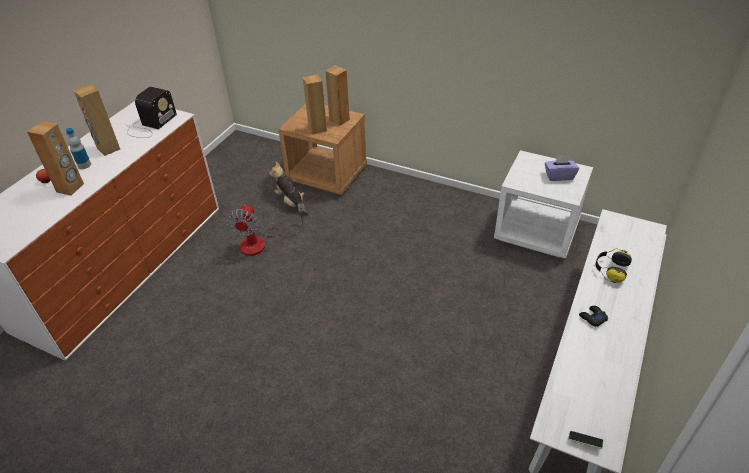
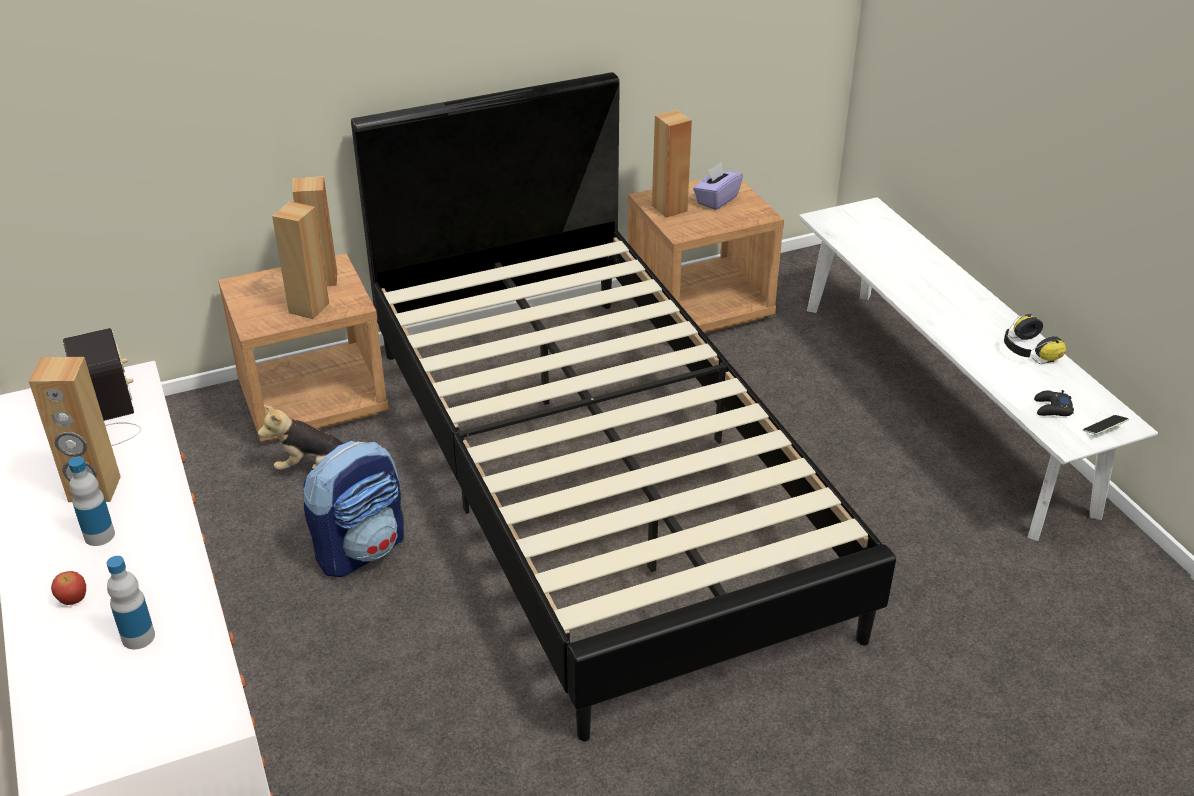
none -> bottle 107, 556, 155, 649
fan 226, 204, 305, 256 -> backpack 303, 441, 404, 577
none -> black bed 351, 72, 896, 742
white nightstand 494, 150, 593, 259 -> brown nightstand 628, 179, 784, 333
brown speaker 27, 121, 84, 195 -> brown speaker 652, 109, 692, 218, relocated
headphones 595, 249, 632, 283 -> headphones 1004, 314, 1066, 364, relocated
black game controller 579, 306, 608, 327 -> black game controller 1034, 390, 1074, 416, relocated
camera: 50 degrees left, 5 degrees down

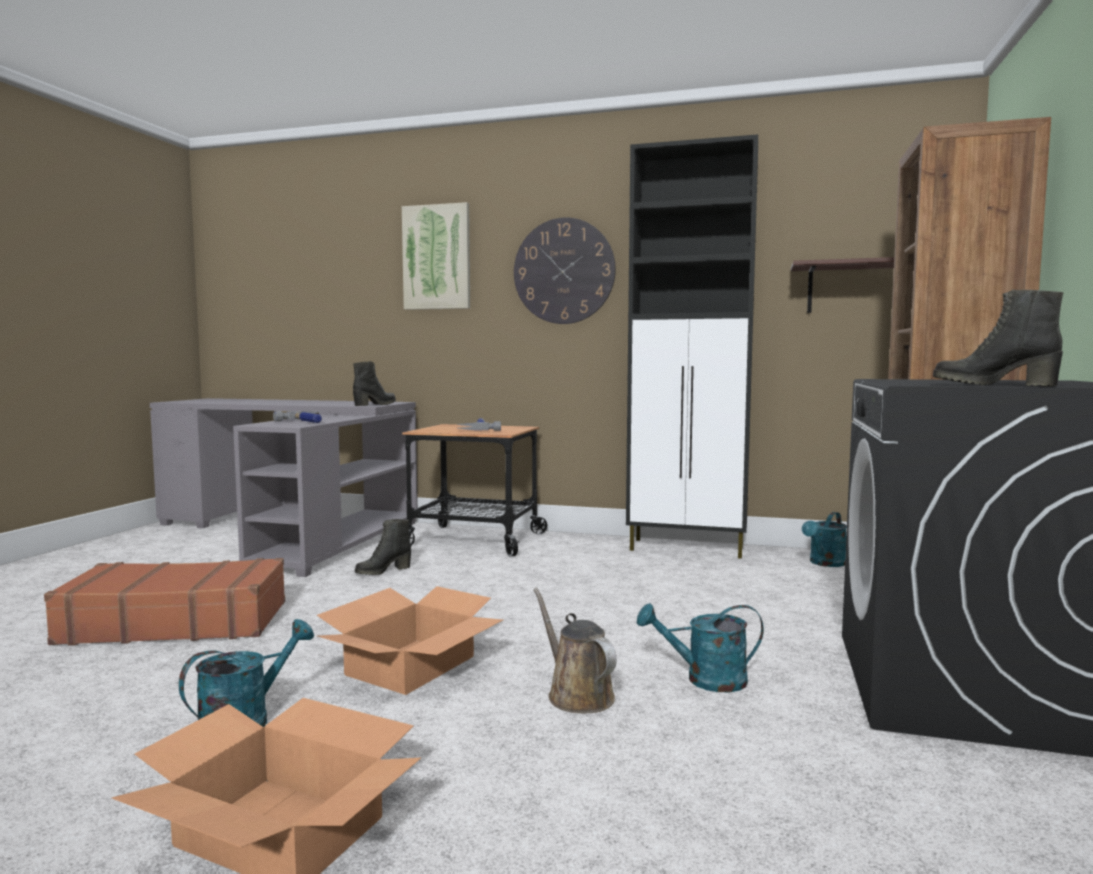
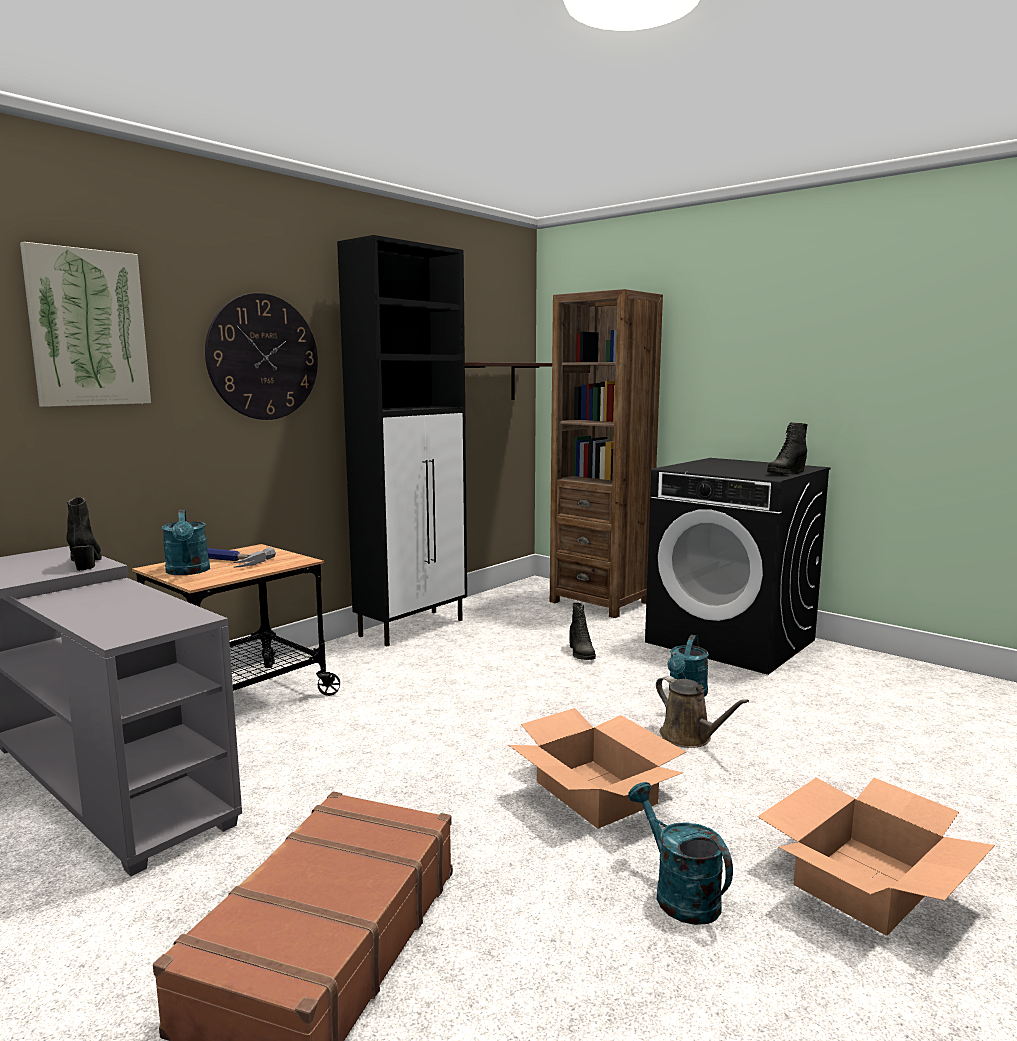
turquoise watering can 802, 512, 847, 567 -> turquoise watering can 162, 509, 210, 575, relocated
black boot 355, 519, 411, 575 -> black boot 570, 602, 596, 660, relocated
brown watering can 533, 588, 617, 713 -> brown watering can 656, 676, 749, 748, 120 degrees counterclockwise
hammer 273, 411, 322, 423 -> none
camera: 65 degrees left, 5 degrees up

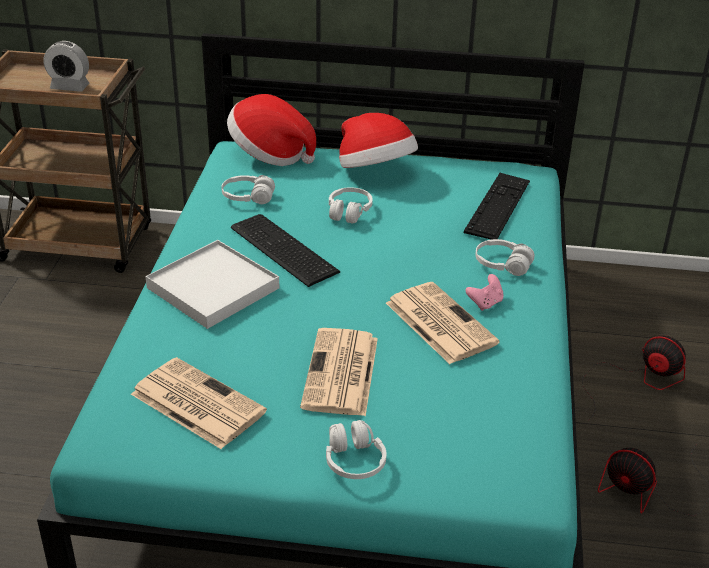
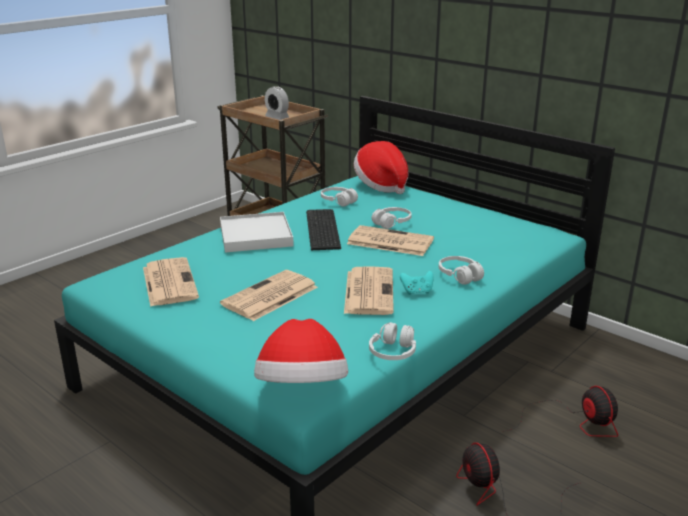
hat 339, 113, 418, 168 -> hat 254, 319, 348, 383, relocated
none -> newspaper 347, 225, 434, 256
white headphones 326, 420, 386, 479 -> white headphones 369, 322, 416, 360, relocated
pink game controller 465, 274, 504, 311 -> turquoise game controller 400, 271, 434, 295
keyboard 464, 173, 530, 240 -> none
camera: 35 degrees right, 10 degrees down

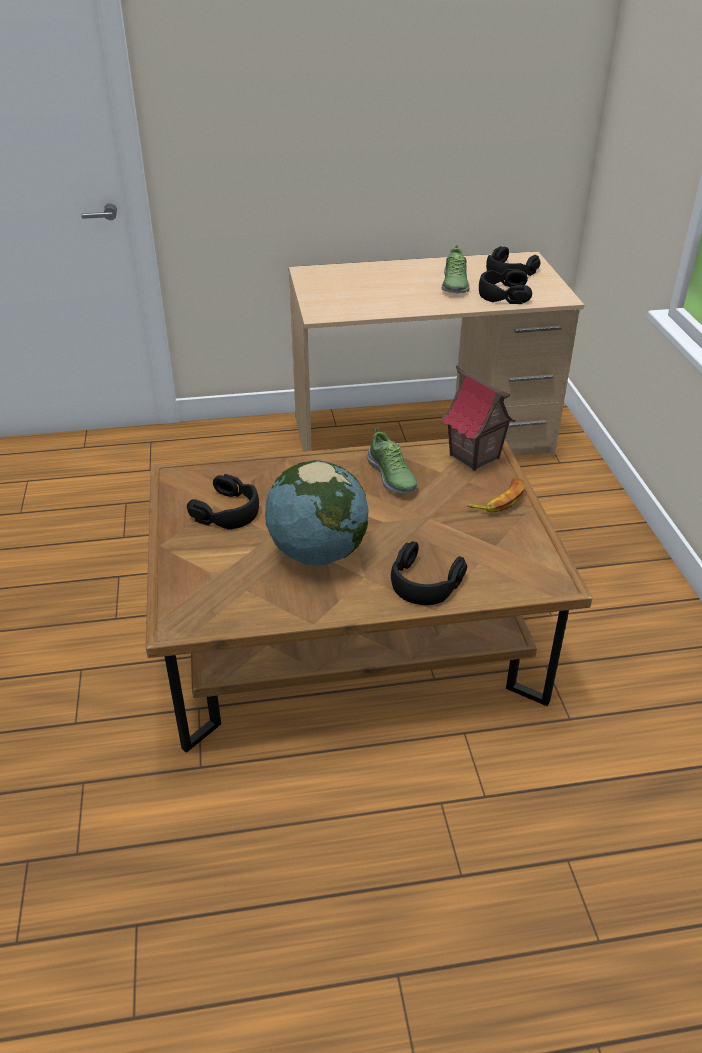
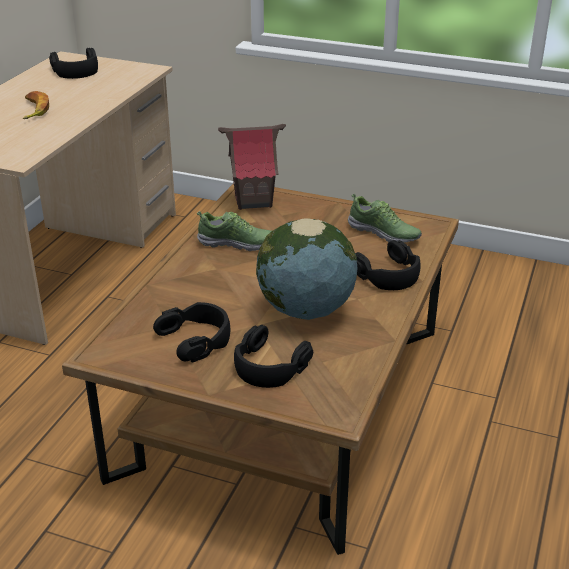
banana 467, 478, 525, 512 -> banana 23, 91, 49, 119, relocated
black headphones 479, 269, 532, 304 -> black headphones 234, 325, 313, 388, relocated
shoe 442, 245, 470, 294 -> shoe 348, 194, 422, 243, relocated
camera: 60 degrees left, 5 degrees down

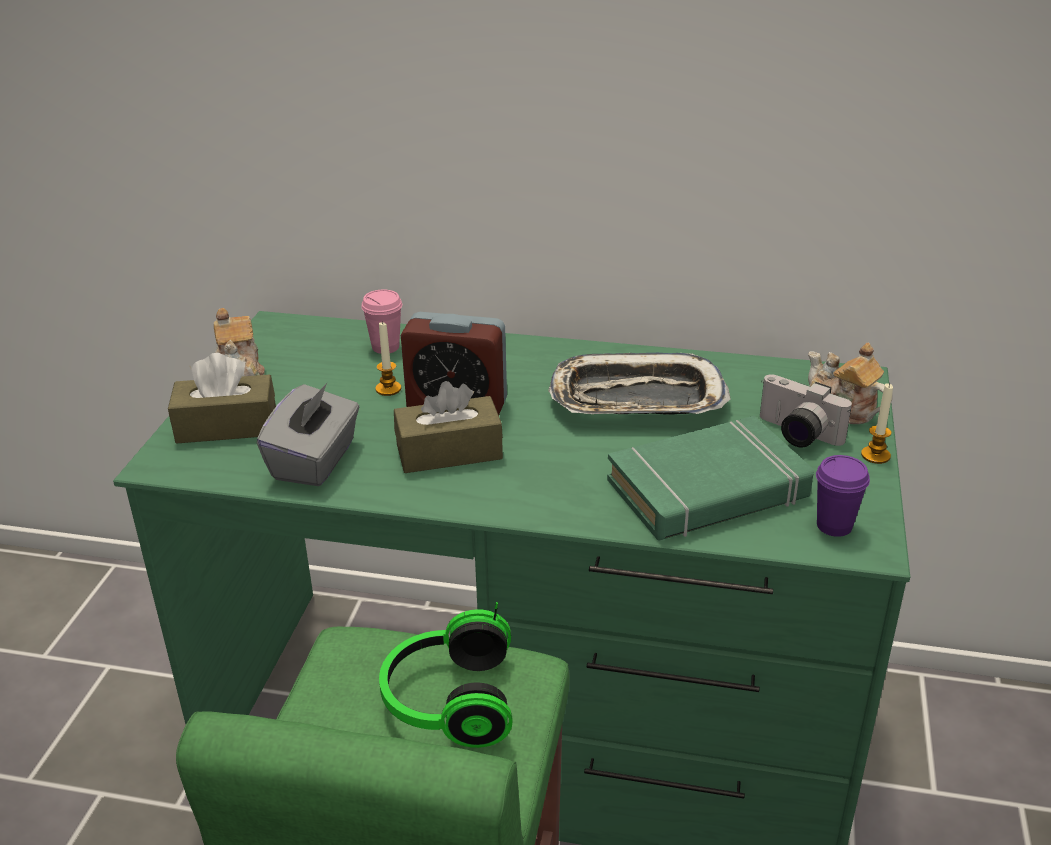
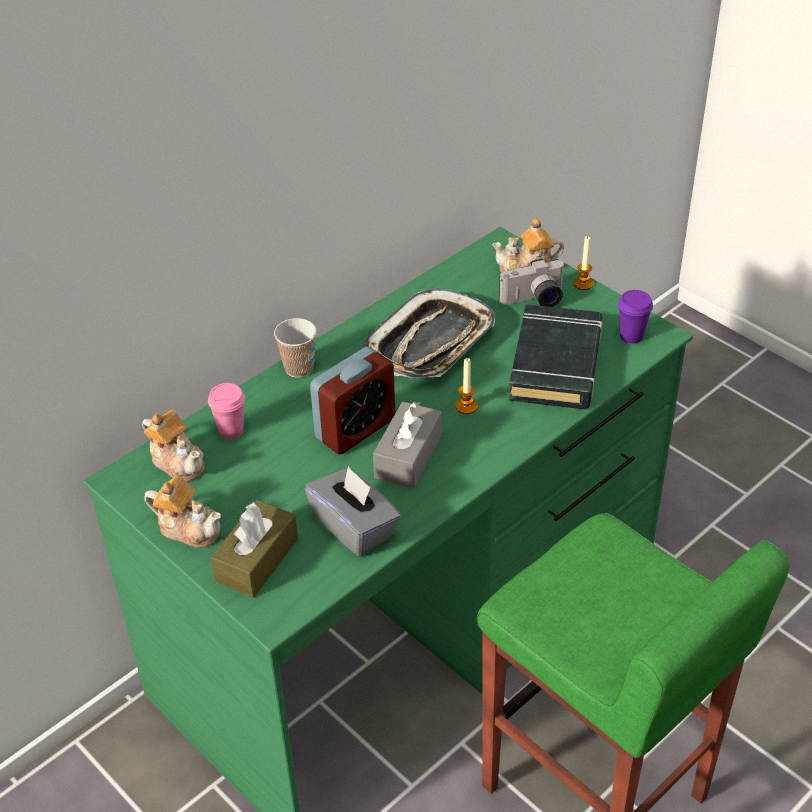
none -> teapot 142, 410, 205, 482
none -> cup 274, 318, 317, 378
brown tissue box 394, 381, 503, 473 -> grey tissue box 373, 401, 442, 488
candle 375, 321, 401, 396 -> candle 456, 358, 477, 414, relocated
green book 607, 416, 814, 540 -> black book 509, 304, 603, 409
headphones 379, 602, 512, 748 -> none
camera: 55 degrees left, 10 degrees up

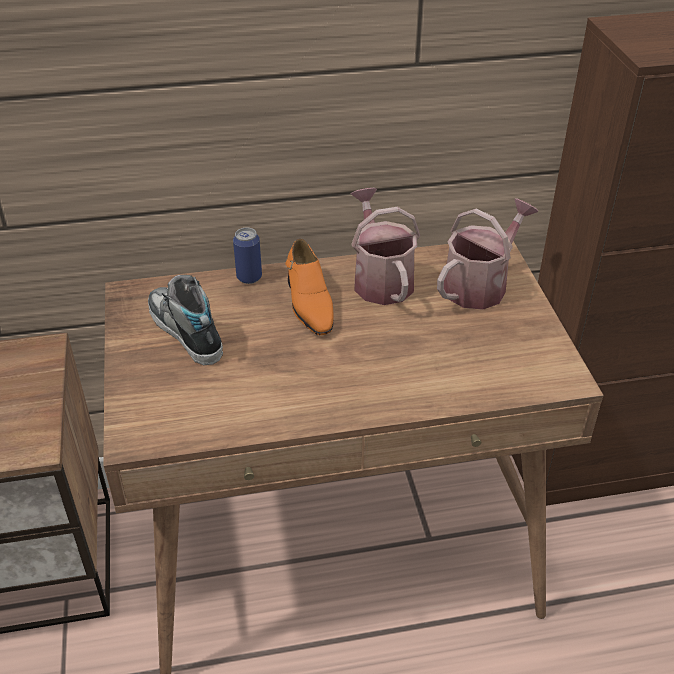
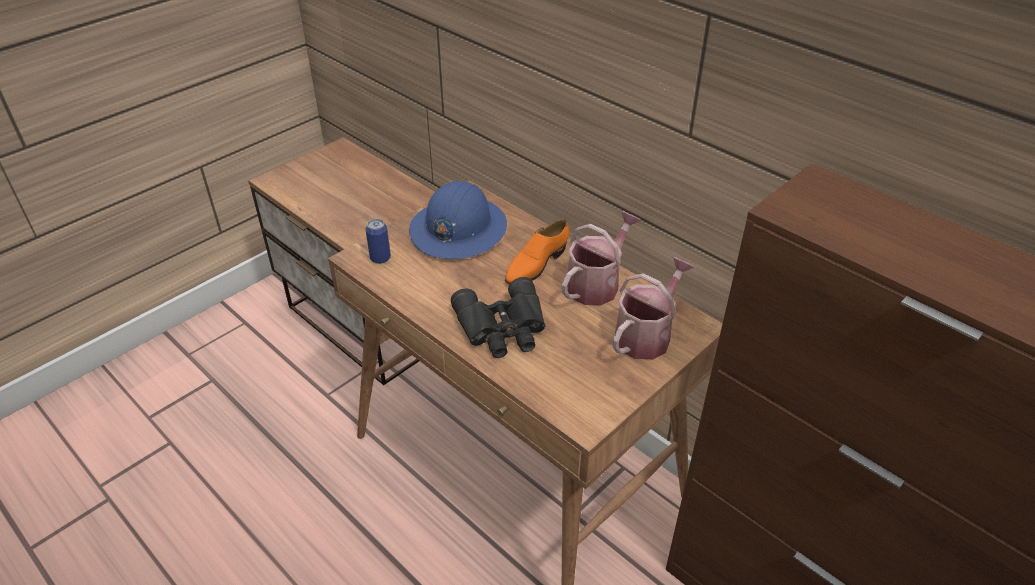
can 233, 228, 262, 284 -> can 366, 219, 391, 264, relocated
shoe 148, 275, 223, 365 -> blue hard hat 409, 181, 507, 259
none -> black binoculars 451, 277, 545, 358
watering can 437, 198, 538, 310 -> watering can 613, 257, 695, 360, 60 degrees counterclockwise
camera: 55 degrees right, 0 degrees up

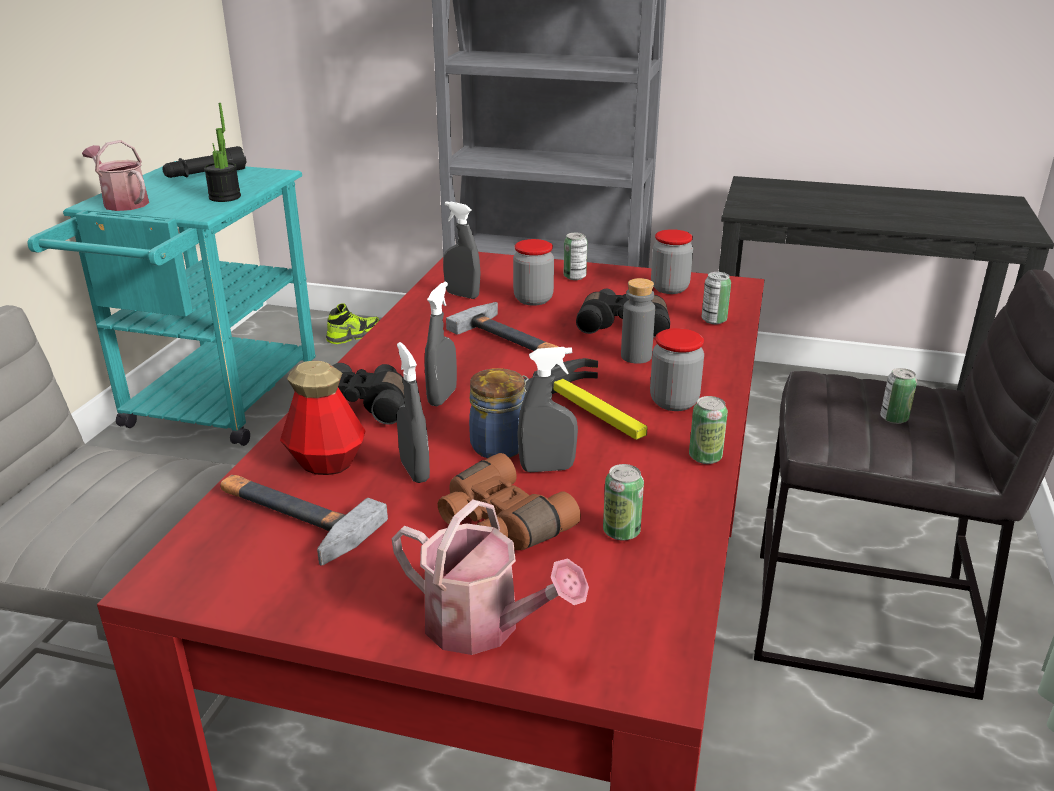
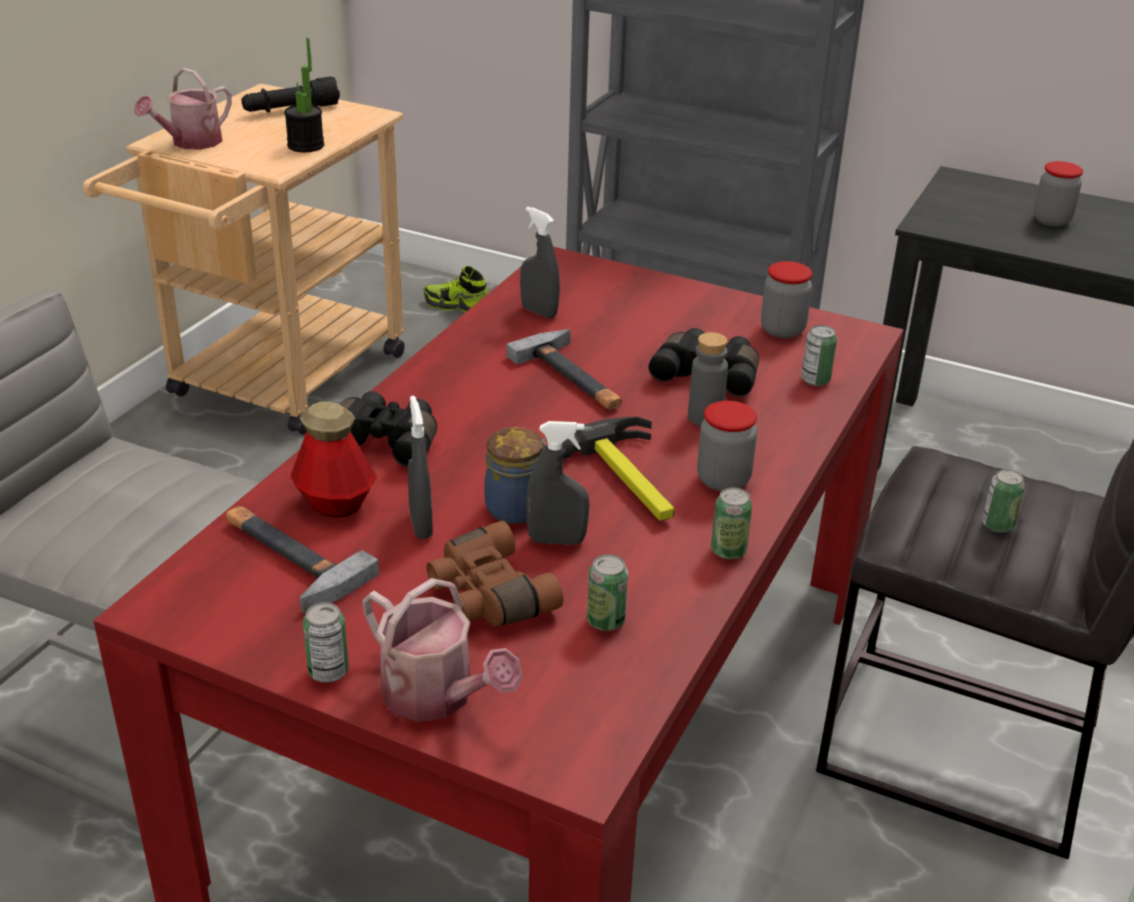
turquoise cart 28, 161, 316, 446 -> beige cart 83, 83, 405, 435
watering can 82, 140, 149, 211 -> watering can 134, 68, 232, 150, 105 degrees counterclockwise
can 564, 233, 587, 280 -> can 303, 602, 349, 683, relocated
shoe 326, 303, 380, 344 -> shoe 423, 266, 488, 312, 135 degrees counterclockwise
jar 513, 239, 554, 306 -> jar 1034, 161, 1083, 226, relocated
grey spray bottle 425, 282, 457, 406 -> none
camera: 10 degrees right, 5 degrees up

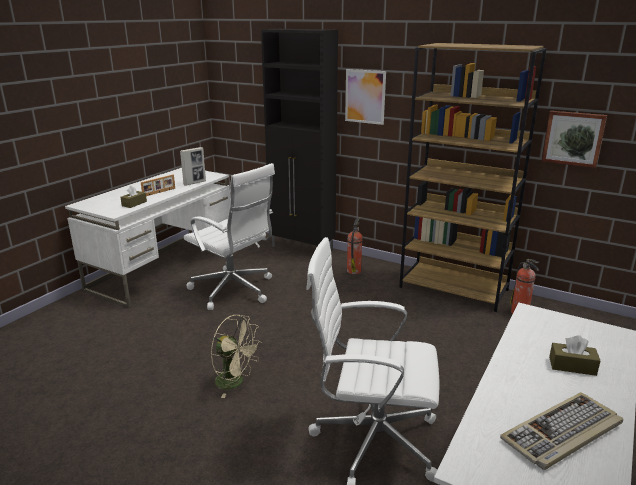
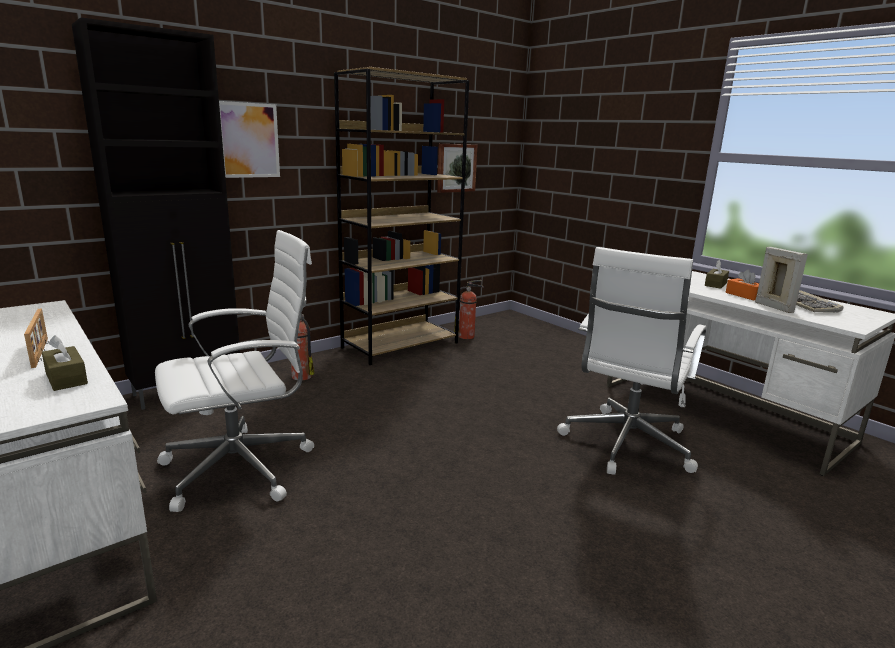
none -> orange tissue box 726, 270, 759, 301
picture frame 180, 147, 206, 186 -> picture frame 755, 247, 808, 313, relocated
beige fan 211, 315, 262, 398 -> none
camera: 70 degrees left, 5 degrees down

